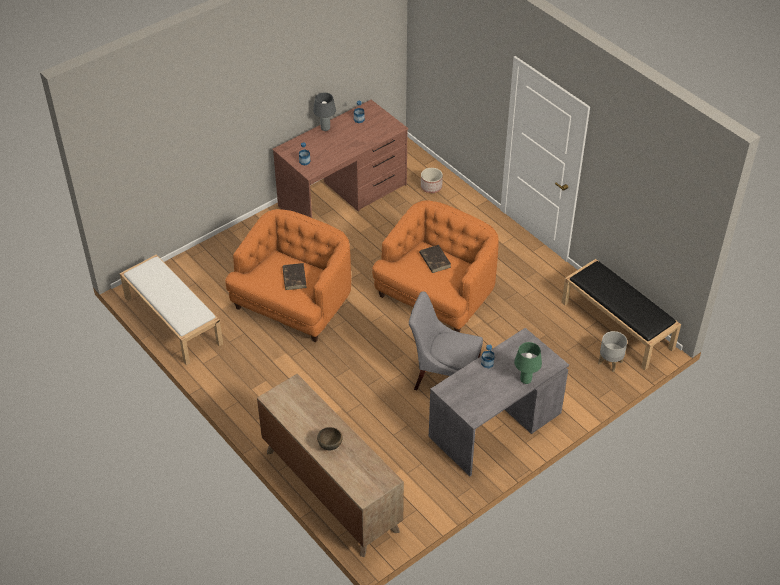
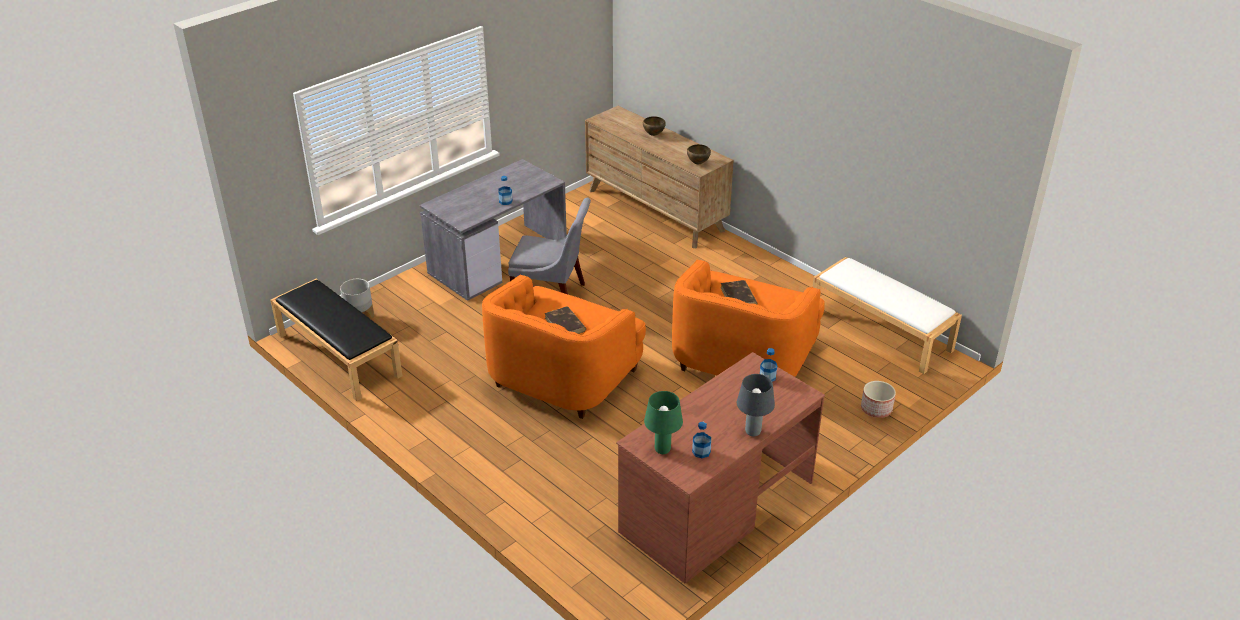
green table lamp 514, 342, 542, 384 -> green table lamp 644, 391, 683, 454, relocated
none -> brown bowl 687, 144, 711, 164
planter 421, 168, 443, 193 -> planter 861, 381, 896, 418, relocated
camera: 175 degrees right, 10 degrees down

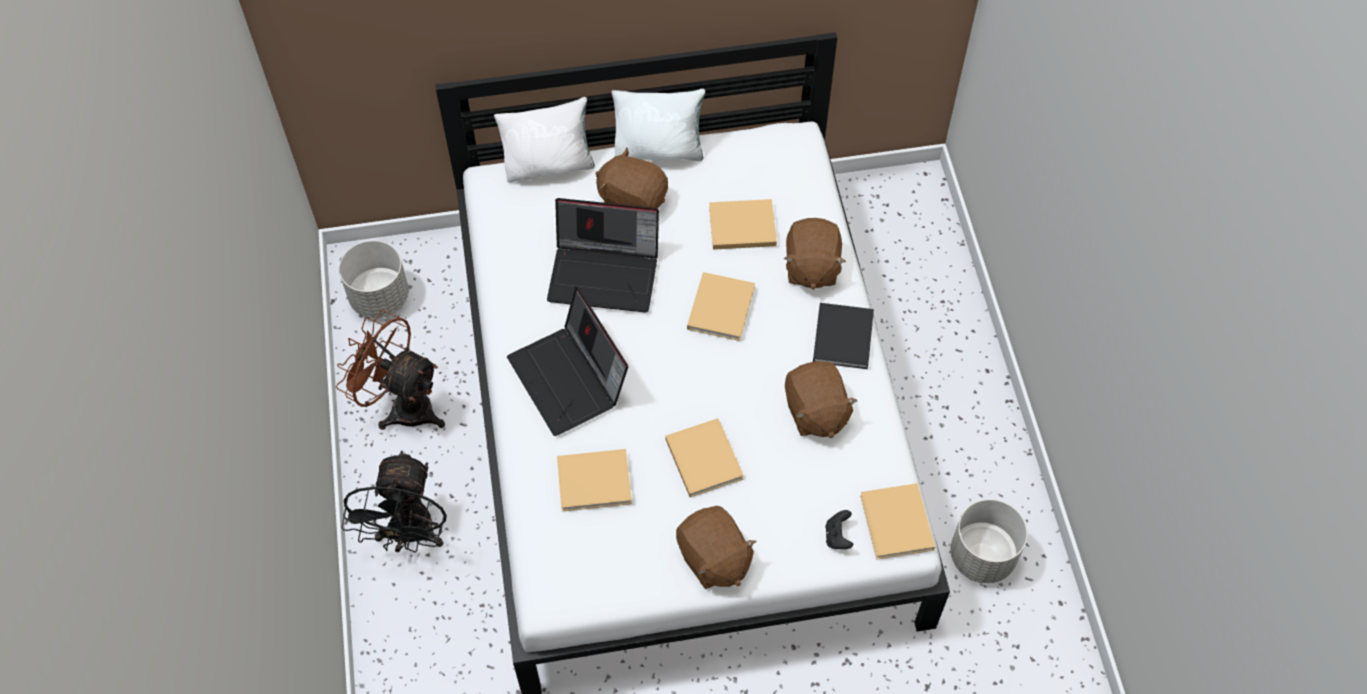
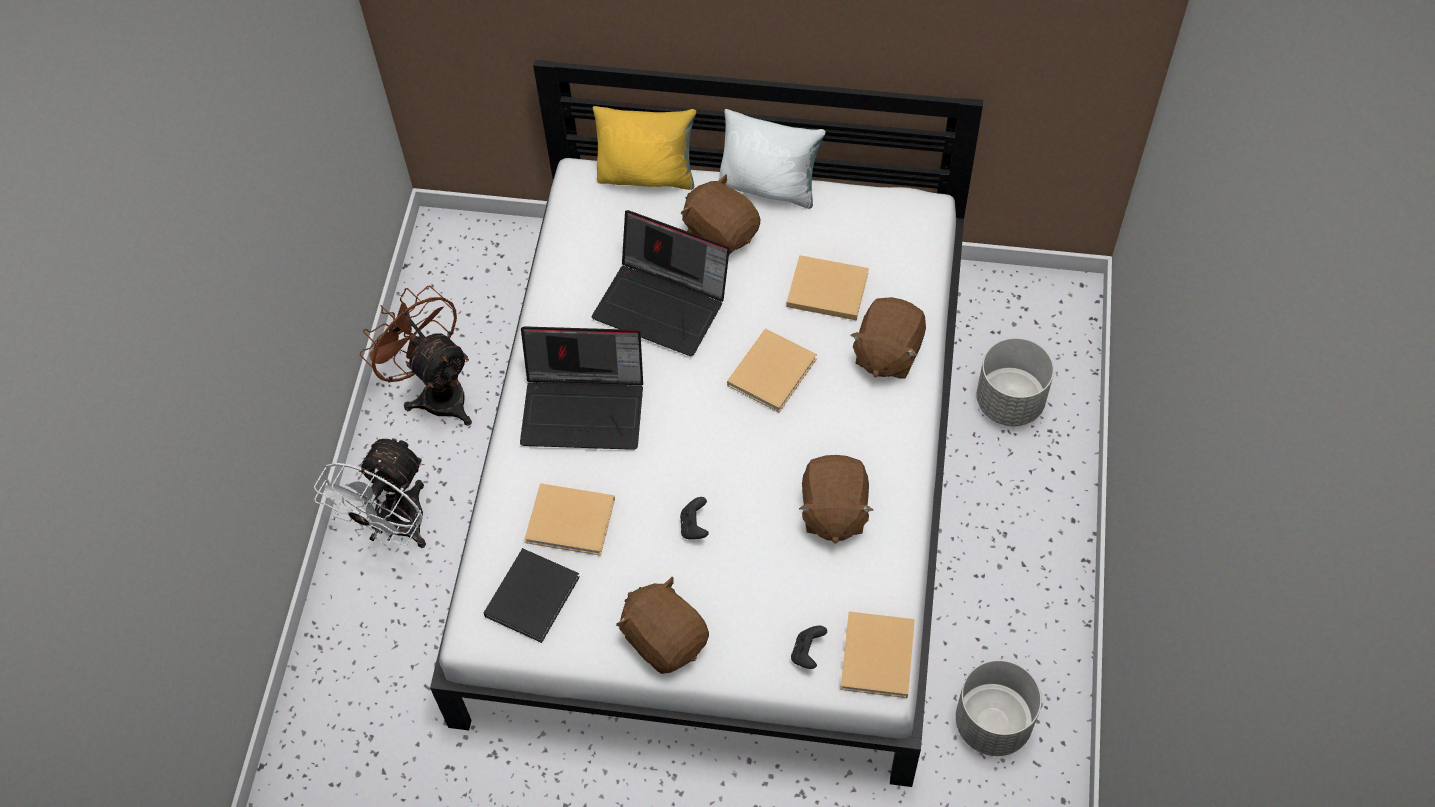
black fan 341, 451, 447, 553 -> white fan 314, 436, 426, 548
black book 813, 303, 874, 369 -> black book 484, 548, 580, 643, relocated
laptop 507, 287, 628, 436 -> laptop 520, 326, 643, 450, 75 degrees counterclockwise
white pillow 494, 97, 595, 183 -> yellow pillow 592, 106, 696, 190
brown plush toy 676, 506, 757, 589 -> brown plush toy 616, 577, 709, 674, 150 degrees clockwise
beige book 665, 418, 744, 497 -> black game controller 680, 497, 709, 539
grey planter 339, 240, 409, 318 -> grey planter 977, 338, 1054, 426, relocated
camera: 20 degrees right, 0 degrees up

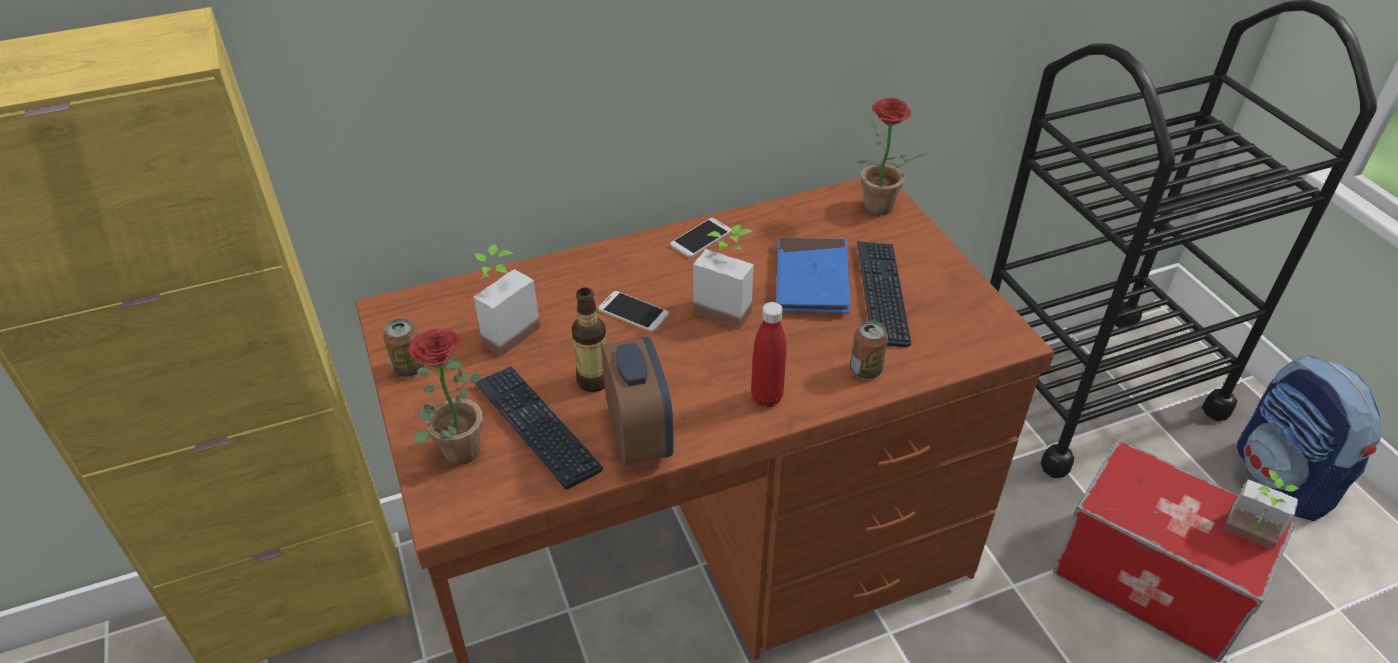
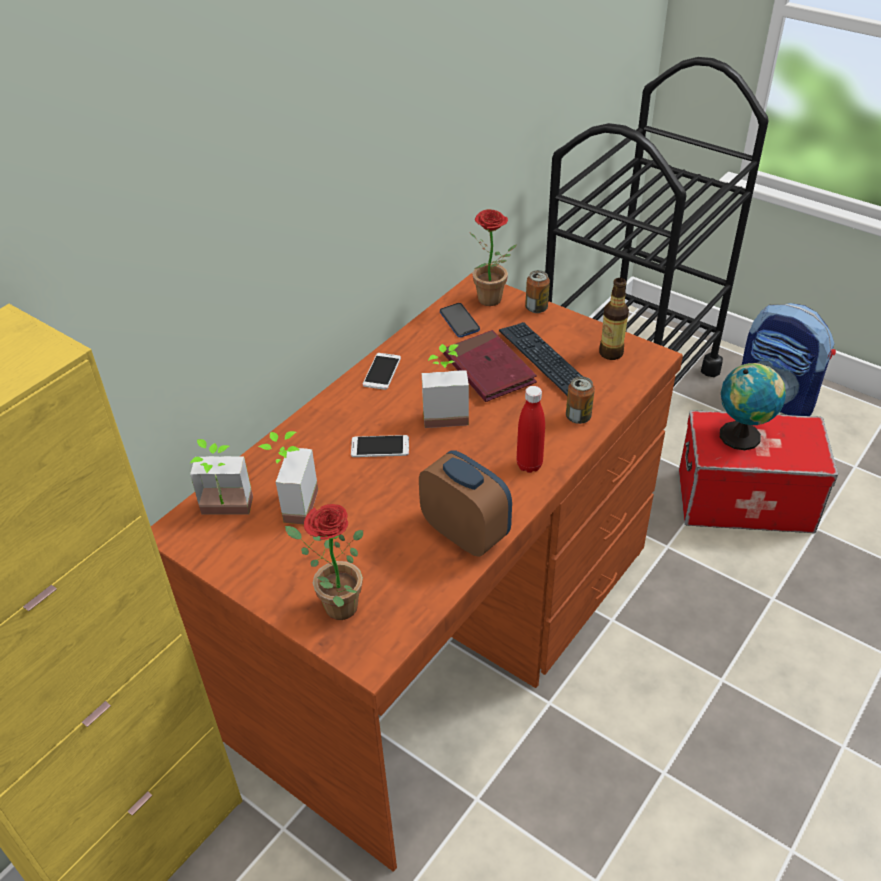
potted plant 1223, 469, 1299, 550 -> potted plant 190, 439, 253, 515, relocated
none -> phone 440, 303, 480, 337
blue book 776, 237, 850, 313 -> red book 443, 330, 537, 402
can 383, 318, 425, 377 -> can 525, 270, 550, 313, relocated
bottle 571, 287, 606, 392 -> bottle 599, 278, 629, 360, relocated
none -> globe 720, 363, 786, 450
keyboard 475, 366, 604, 489 -> none
camera: 30 degrees left, 0 degrees up

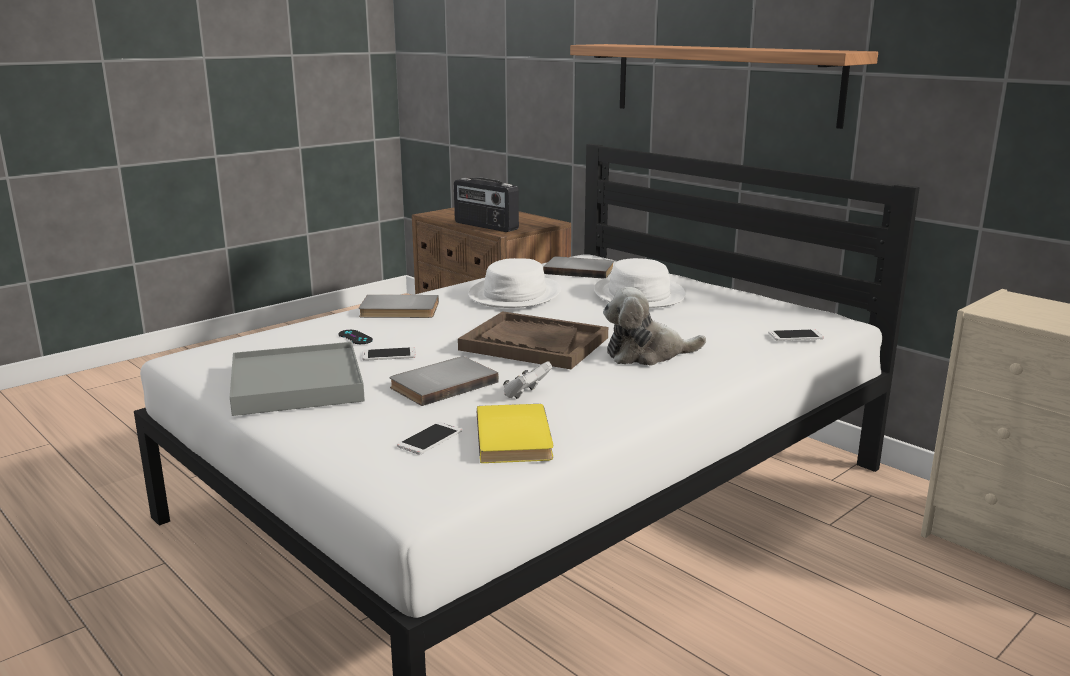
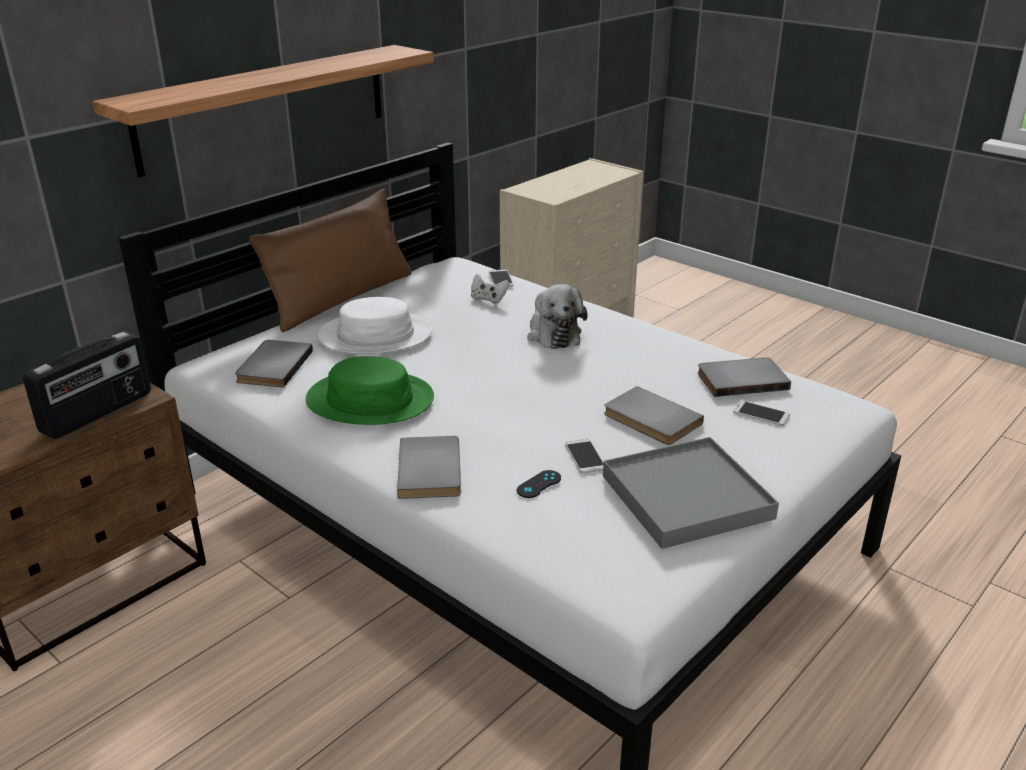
none -> brown pillow 249, 189, 412, 332
white hat 468, 258, 561, 308 -> green hat 306, 356, 434, 425
white game controller 503, 361, 552, 399 -> white game controller 471, 274, 510, 304, relocated
yellow book 477, 404, 553, 463 -> grey book 697, 357, 791, 397
brown tray 458, 311, 608, 369 -> none
camera: 95 degrees left, 10 degrees up

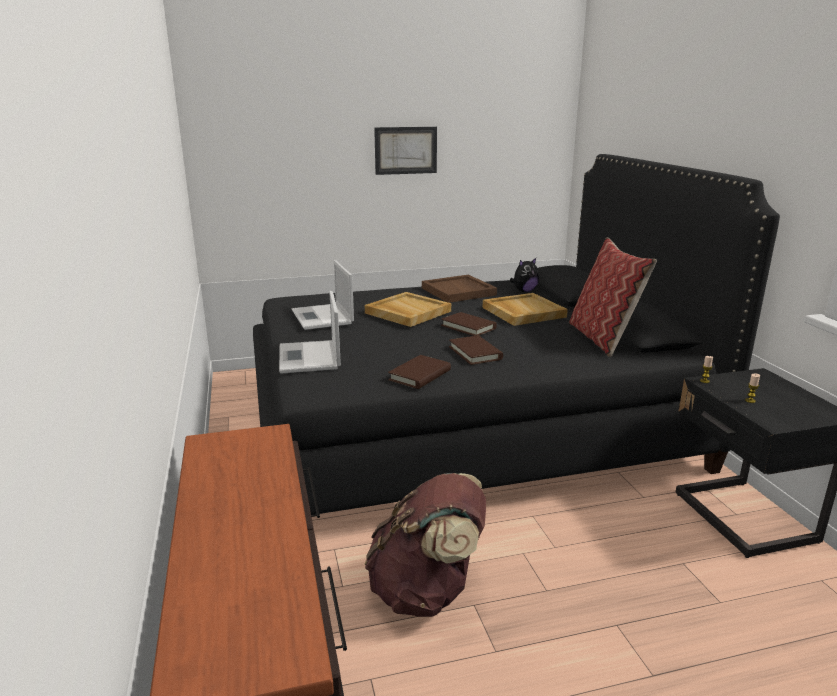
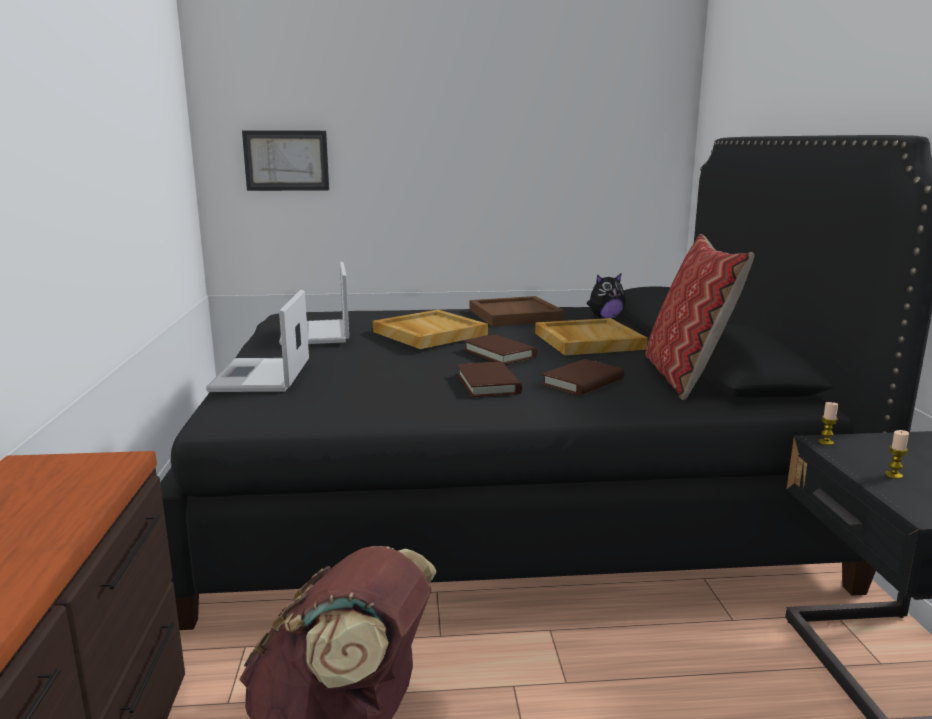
picture 374, 127, 437, 175 -> picture 242, 131, 329, 191, relocated
brown book 388, 355, 451, 389 -> brown book 541, 359, 624, 395, relocated
camera: 10 degrees right, 5 degrees down

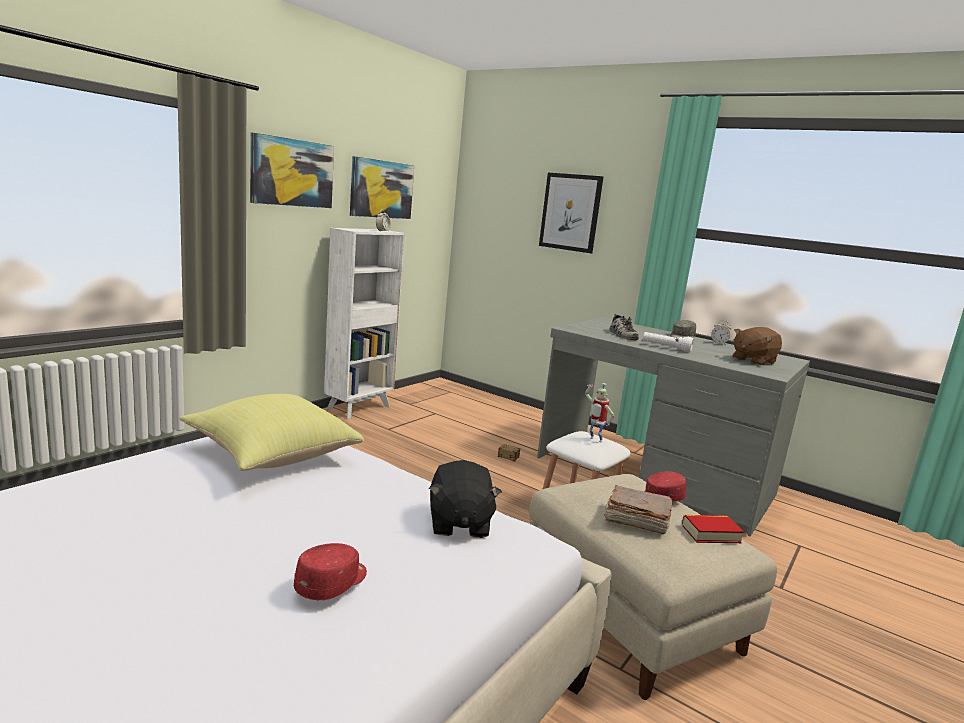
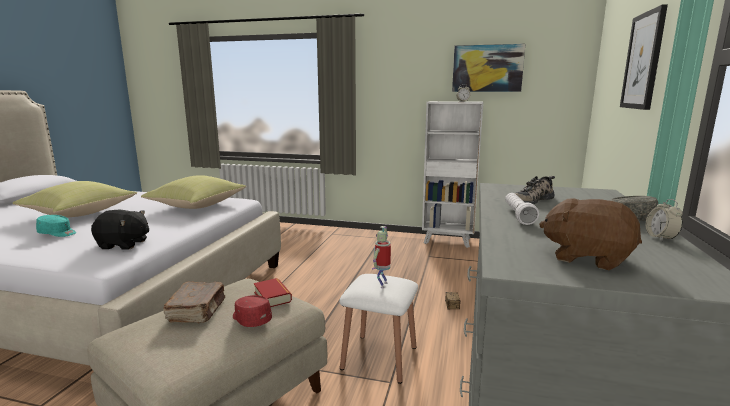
none -> yellow pillow 12, 181, 137, 217
red cap 294, 543, 367, 600 -> turquoise cap 36, 215, 76, 237
black plush toy 429, 460, 502, 538 -> black plush toy 91, 210, 149, 250, 150 degrees counterclockwise
book 682, 515, 744, 543 -> book 254, 278, 292, 307, relocated
picture 250, 133, 334, 208 -> none
camera: 70 degrees right, 0 degrees up

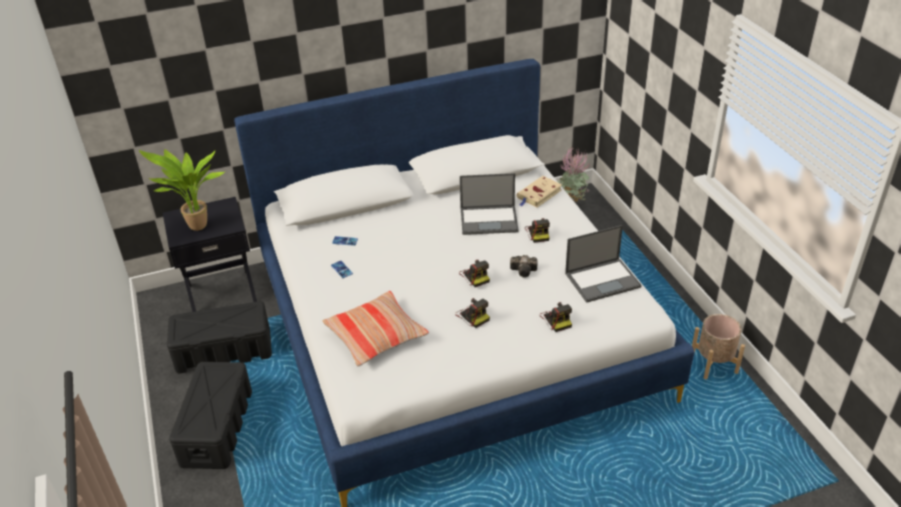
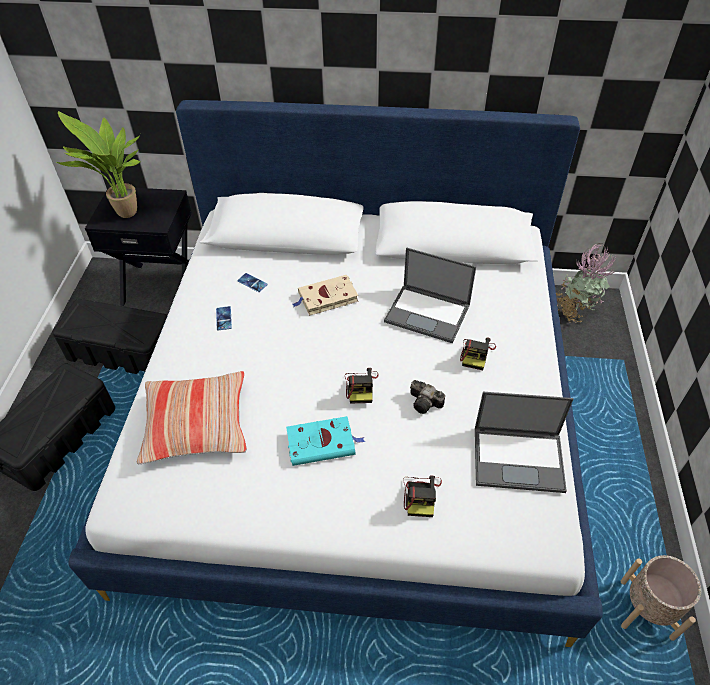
photo camera 455, 298, 490, 328 -> turquoise book 286, 416, 365, 466
beige book 517, 176, 562, 207 -> beige book 293, 275, 358, 316, relocated
camera: 25 degrees right, 10 degrees up

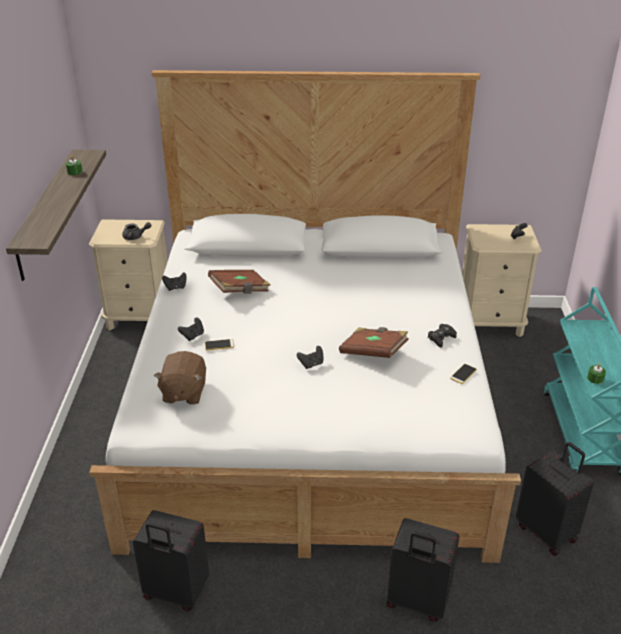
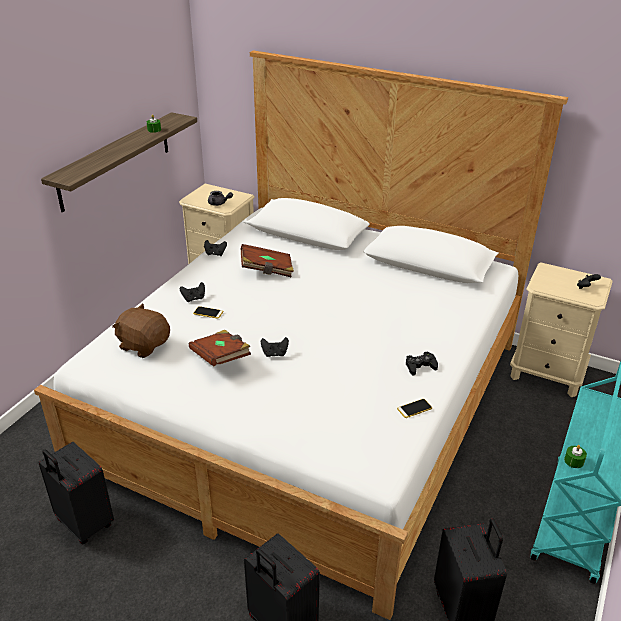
brown plush toy 154, 351, 206, 405 -> brown plush toy 112, 304, 170, 358, 90 degrees clockwise
brown book 339, 327, 409, 358 -> brown book 189, 330, 251, 367, relocated
camera: 25 degrees right, 0 degrees up

